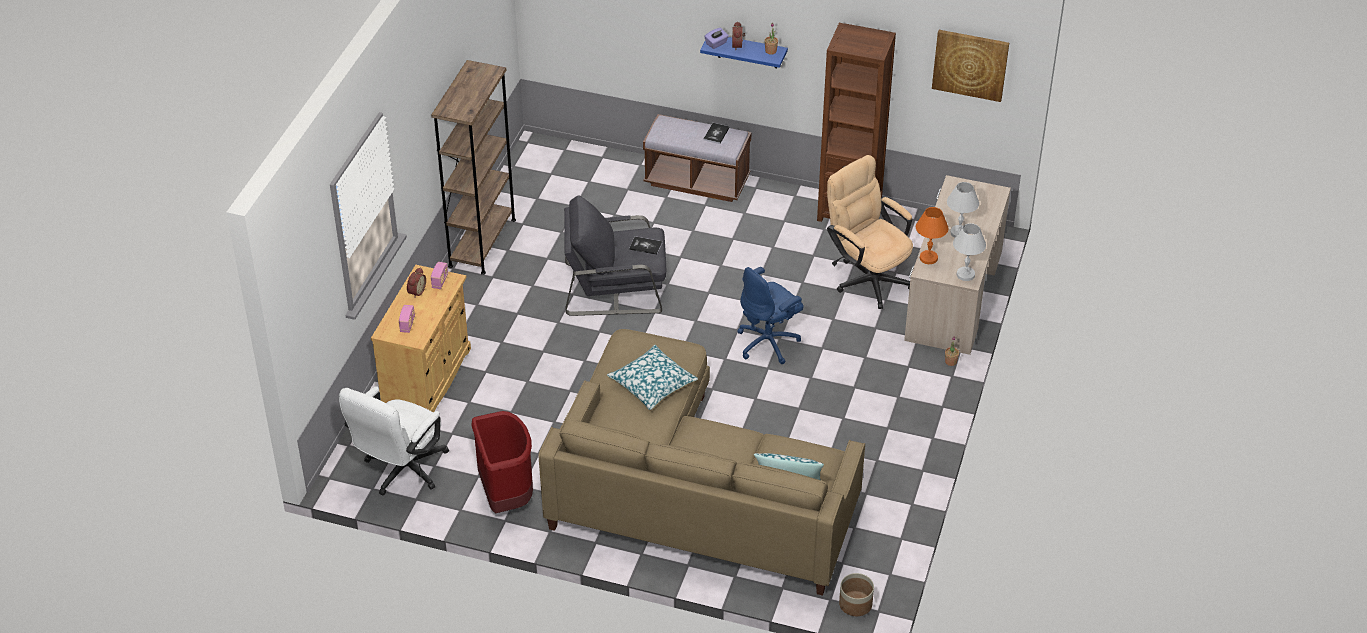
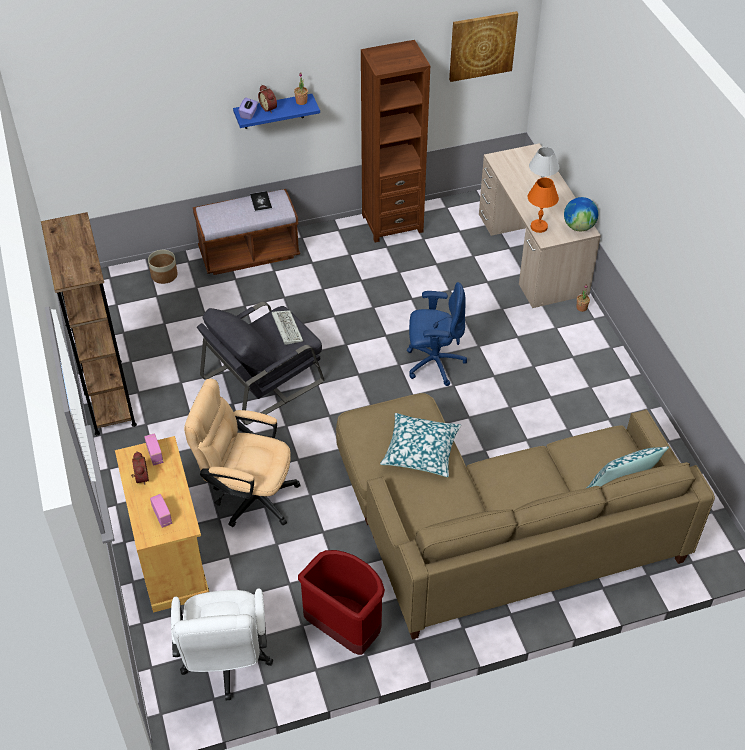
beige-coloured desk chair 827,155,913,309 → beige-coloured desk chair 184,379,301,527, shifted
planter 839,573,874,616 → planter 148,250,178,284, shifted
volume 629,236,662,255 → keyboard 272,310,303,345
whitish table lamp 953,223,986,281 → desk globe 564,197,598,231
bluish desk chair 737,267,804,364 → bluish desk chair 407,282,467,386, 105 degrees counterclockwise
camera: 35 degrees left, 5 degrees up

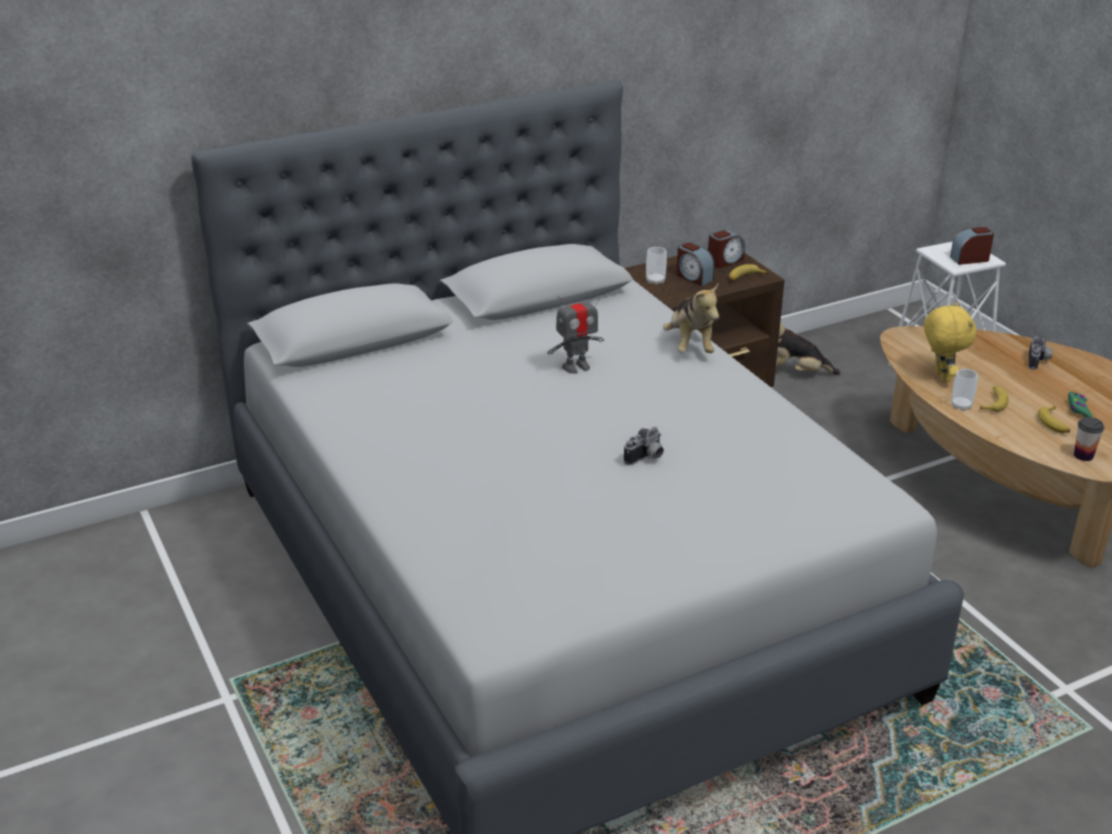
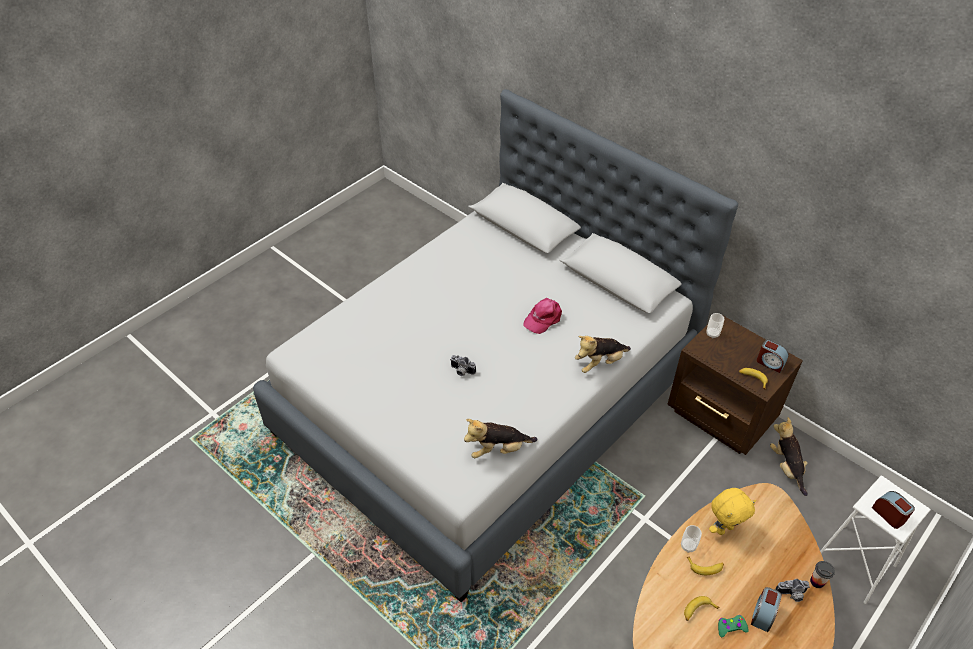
- → plush toy 464,419,537,458
table clock 676,242,715,286 → table clock 751,587,782,632, shifted
cup 1074,417,1104,461 → cup 810,561,835,588, shifted
model robot 547,289,604,374 → pinkish baseball cap 523,298,562,334
camera: 70 degrees right, 15 degrees up

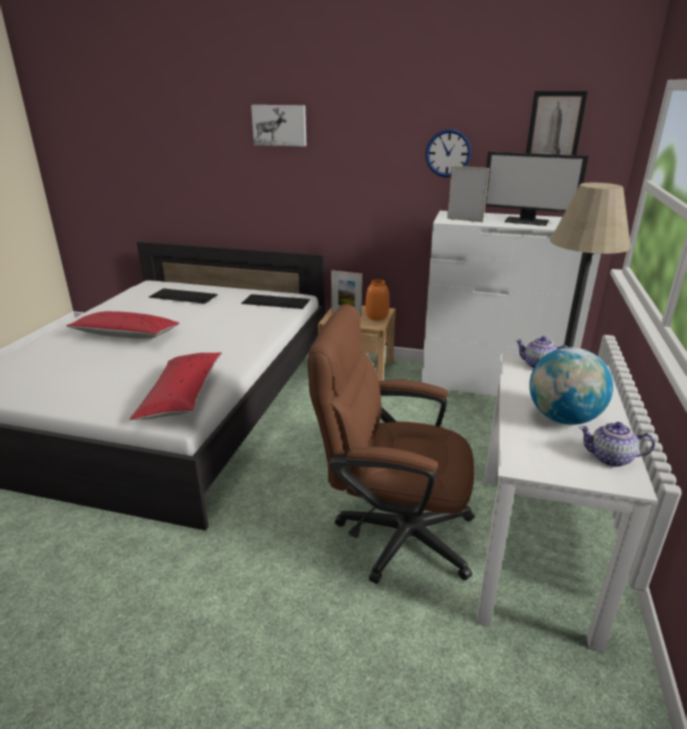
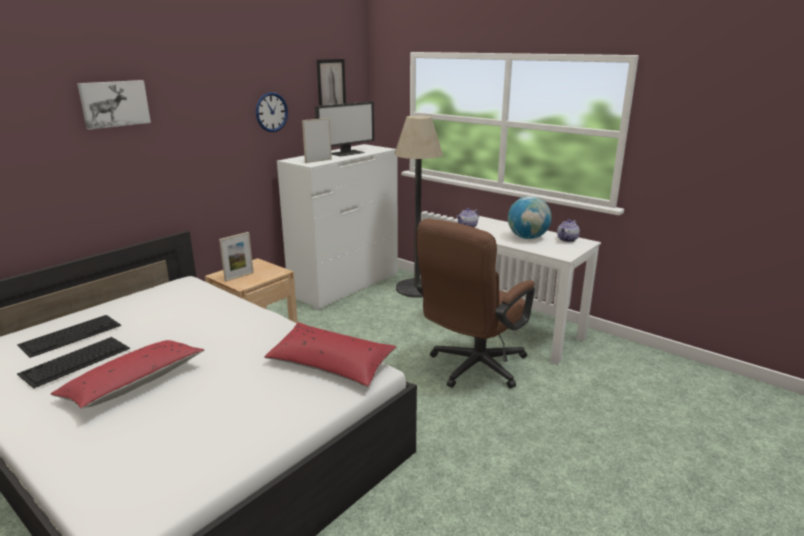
orange-coloured vase 365,280,389,320 → -
keyboard 241,294,310,309 → keyboard 17,337,130,389, shifted
camera: 65 degrees left, 5 degrees down

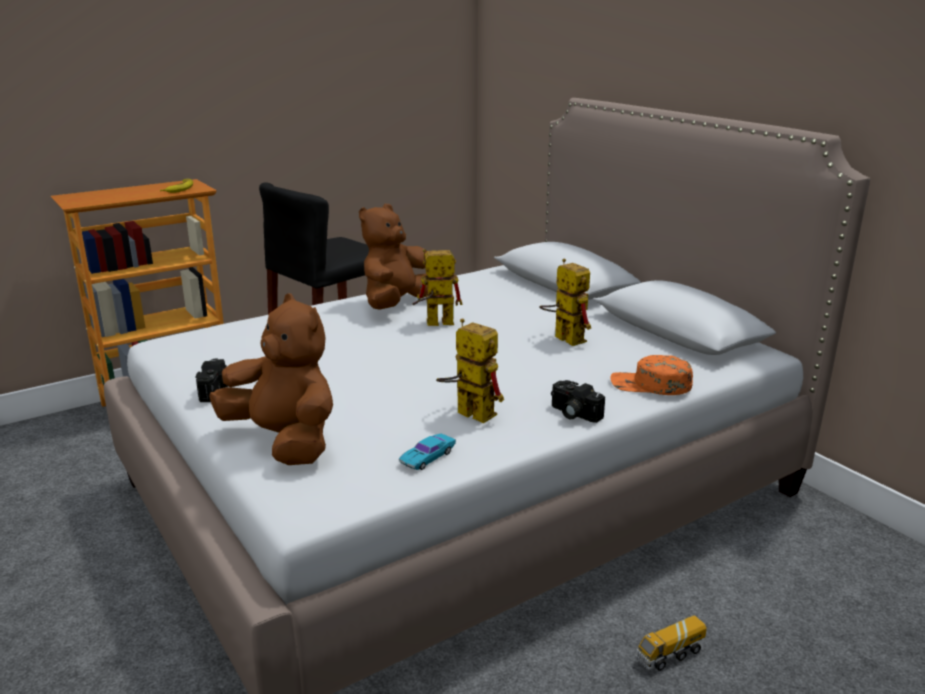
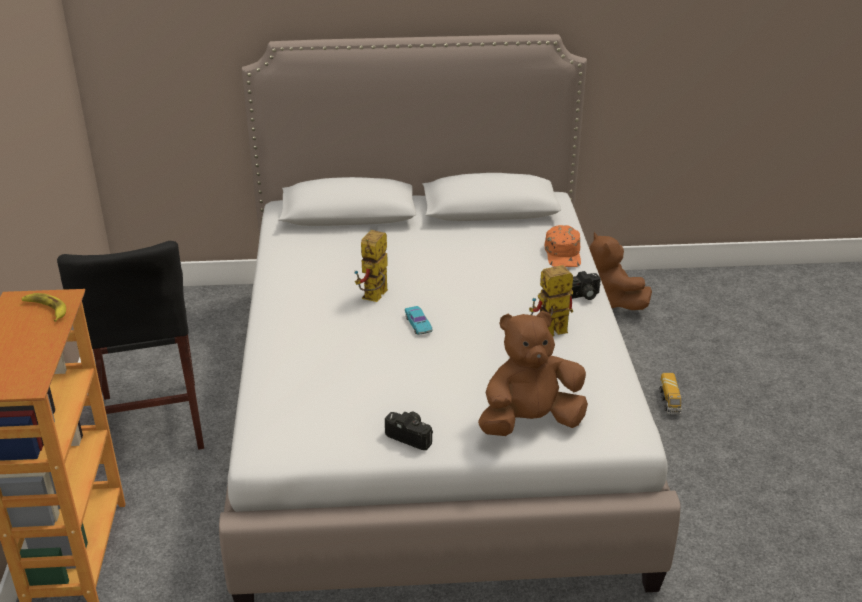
model robot 539,258,591,346 → -
brown-coloured plush toy 359,204,428,310 → brown-coloured plush toy 589,232,652,310, shifted
blue-green miniature car 399,434,456,470 → blue-green miniature car 405,306,433,335, shifted
orange-coloured baseball cap 610,355,693,395 → orange-coloured baseball cap 545,225,581,267, 45 degrees counterclockwise
camera: 60 degrees left, 10 degrees up

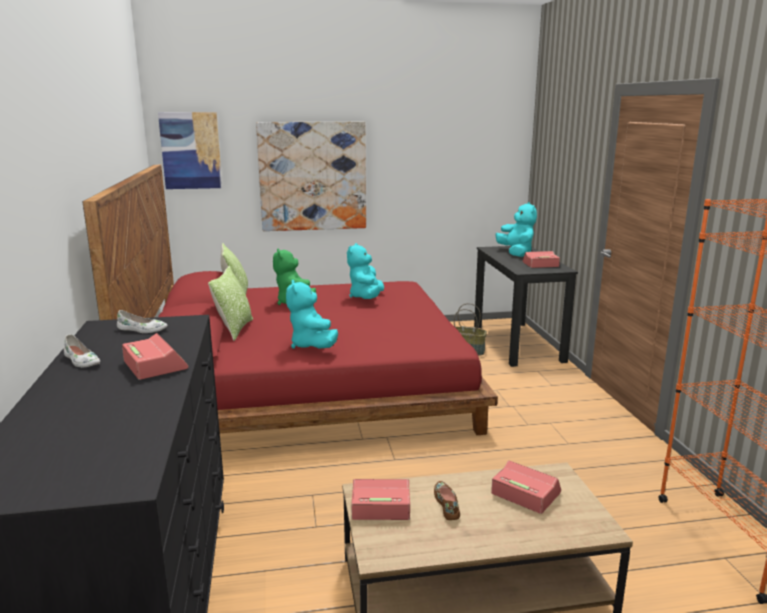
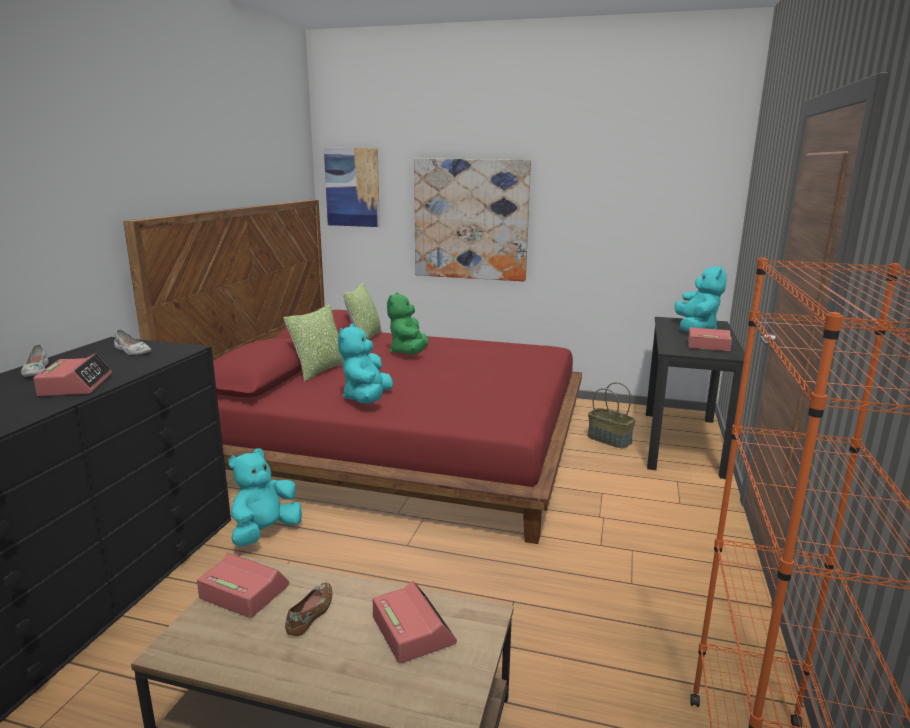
blue-green plush toy 347,243,384,299 → blue-green plush toy 229,448,302,547, shifted
camera: 25 degrees right, 0 degrees up

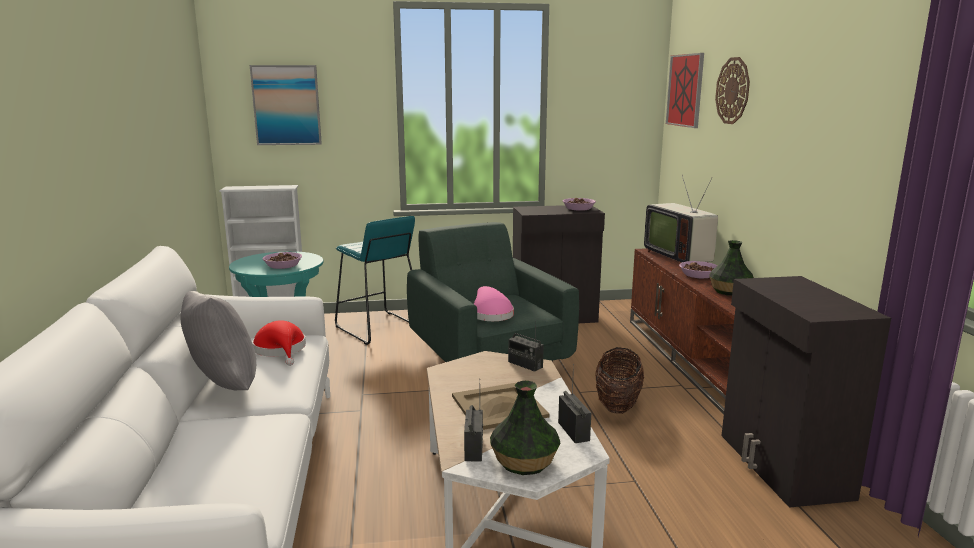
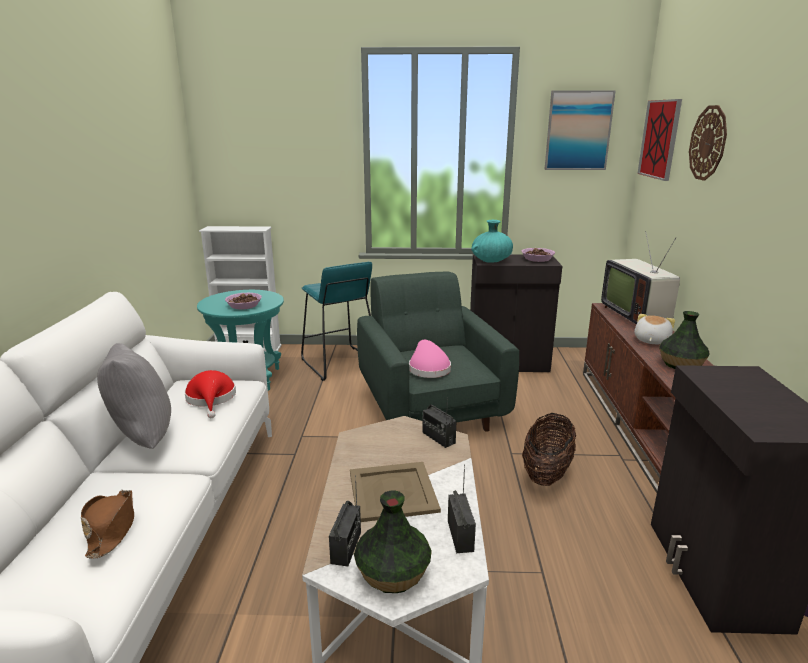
- → brown-coloured wearable hat 81,490,134,559
- → blue-green vase 471,220,513,263
wall picture 250,65,322,145 → wall picture 545,90,616,170, shifted
bowl 679,261,718,278 → plush toy 635,314,675,344
camera: 10 degrees right, 5 degrees up

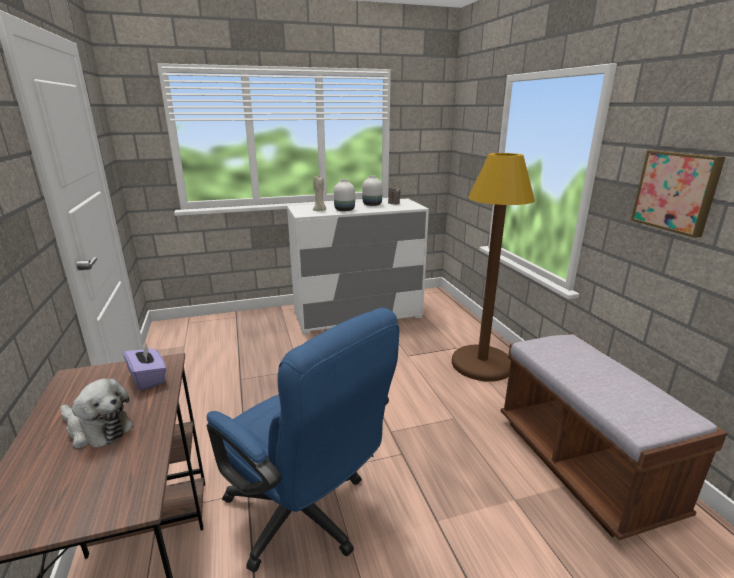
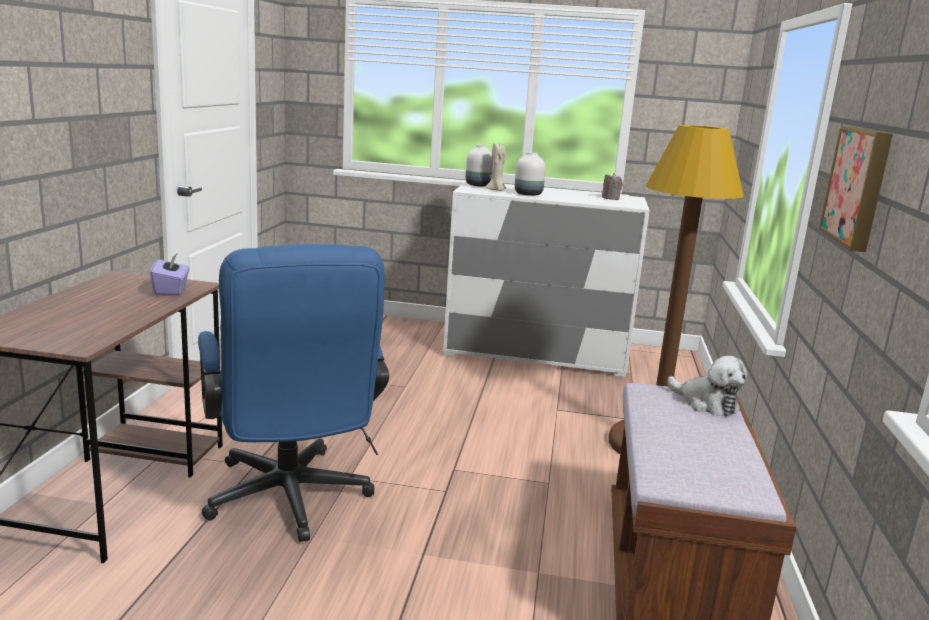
plush toy 60,378,134,449 → plush toy 667,356,747,416, shifted
whitish vase 362,176,383,206 → whitish vase 465,145,493,187, shifted
camera: 25 degrees right, 5 degrees down

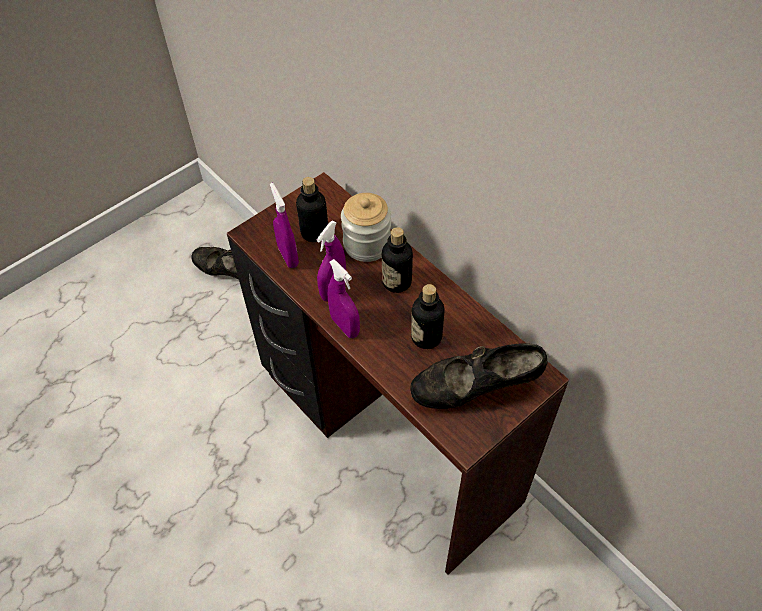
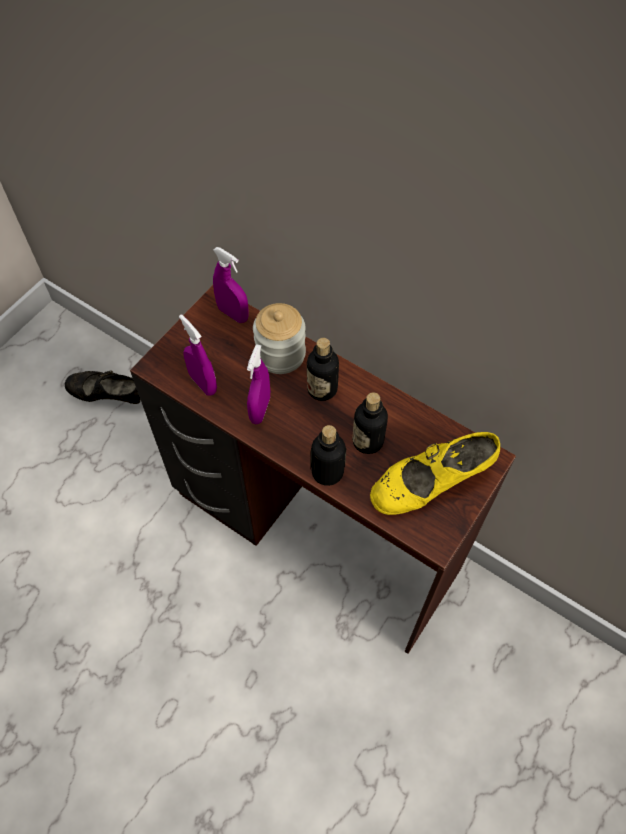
drink bottle 296,177,328,242 → drink bottle 311,425,346,486, shifted
purple-coloured spray bottle 328,259,360,338 → purple-coloured spray bottle 213,247,249,323, shifted
black low shoe 410,343,547,409 → yellow low shoe 370,432,500,515
camera: 15 degrees left, 5 degrees up

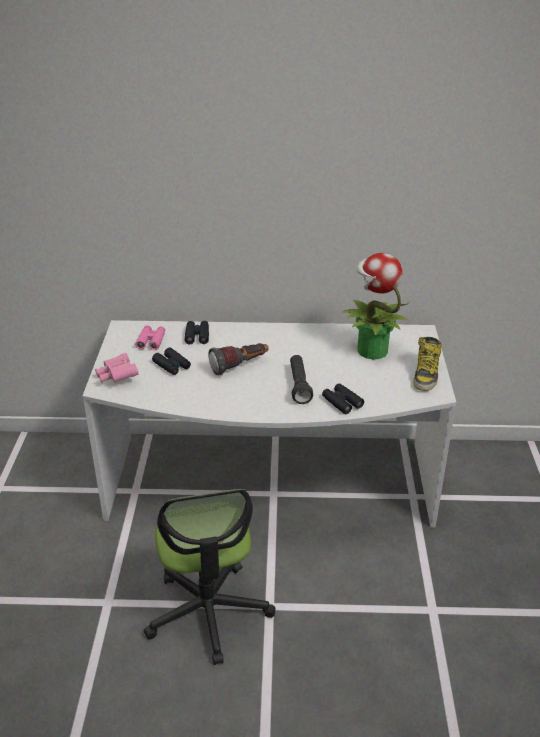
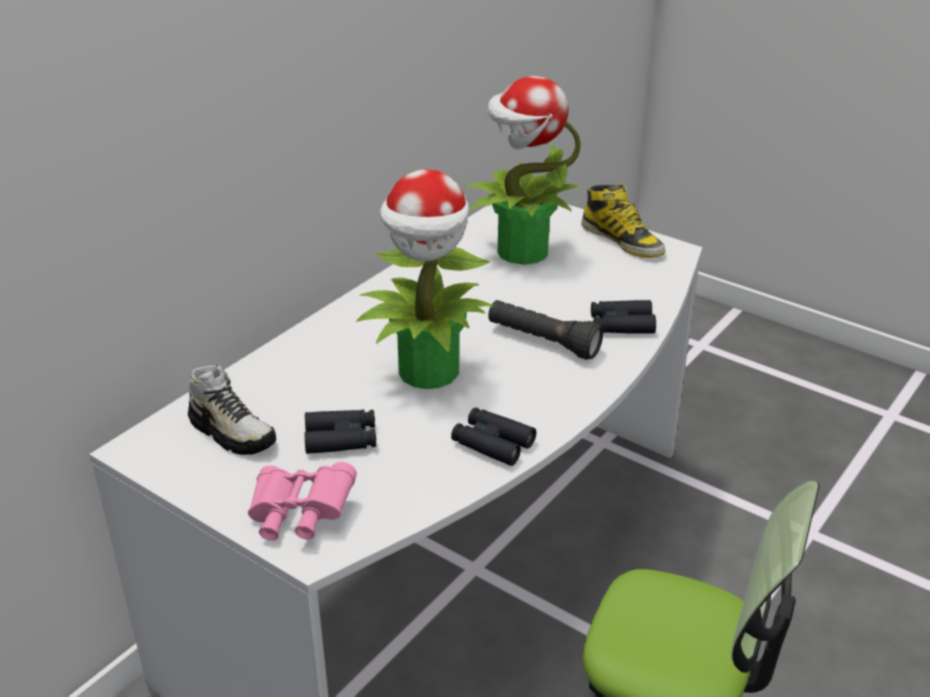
black field glasses 185,321,209,344 → black field glasses 451,407,536,466, shifted
pinkish field glasses 135,326,165,350 → low shoe 188,365,276,455
hand torch 208,343,268,375 → plant in a pot 356,169,493,389
camera: 55 degrees left, 0 degrees up

